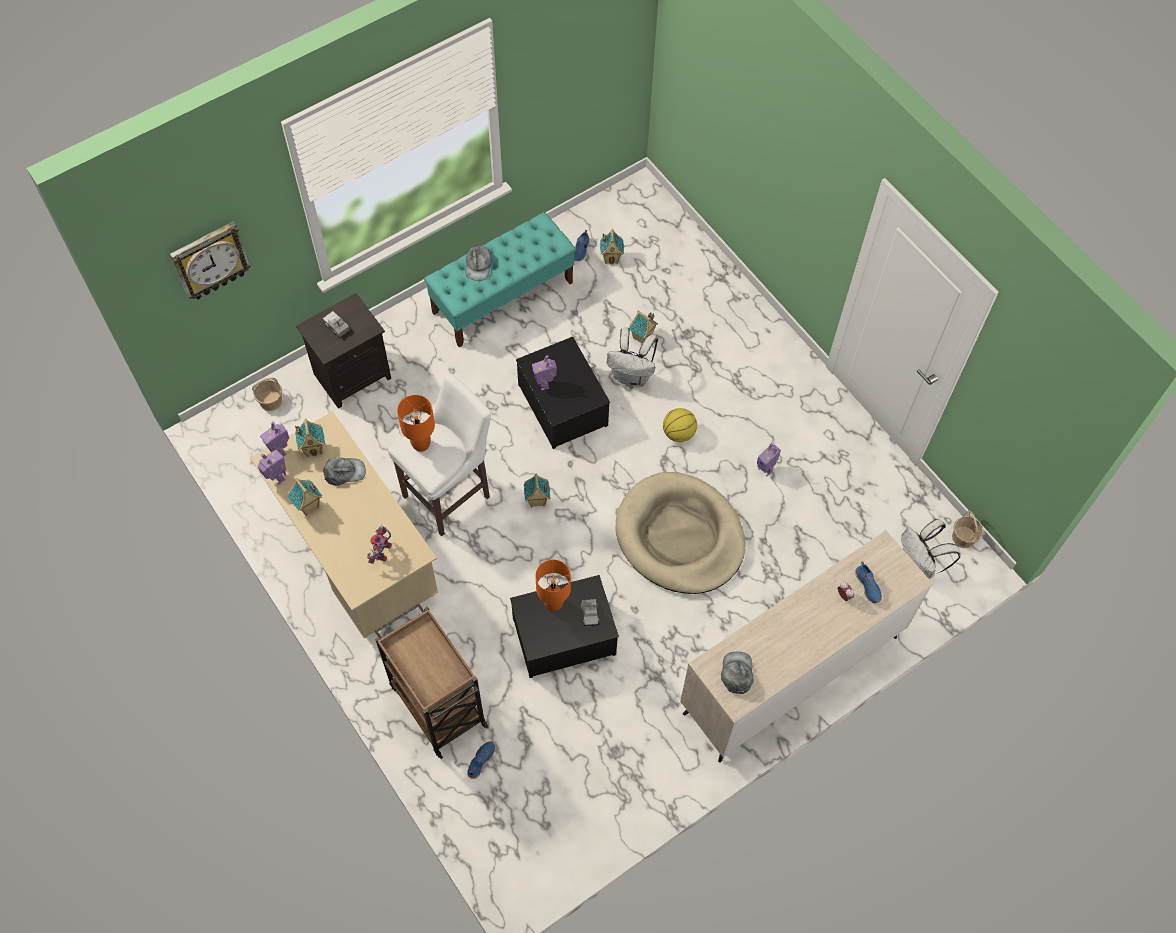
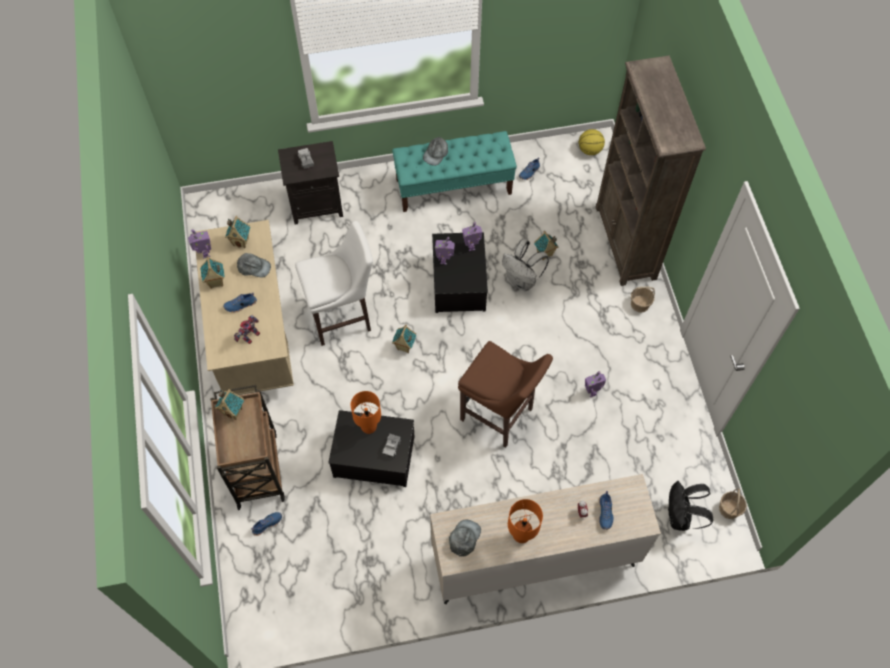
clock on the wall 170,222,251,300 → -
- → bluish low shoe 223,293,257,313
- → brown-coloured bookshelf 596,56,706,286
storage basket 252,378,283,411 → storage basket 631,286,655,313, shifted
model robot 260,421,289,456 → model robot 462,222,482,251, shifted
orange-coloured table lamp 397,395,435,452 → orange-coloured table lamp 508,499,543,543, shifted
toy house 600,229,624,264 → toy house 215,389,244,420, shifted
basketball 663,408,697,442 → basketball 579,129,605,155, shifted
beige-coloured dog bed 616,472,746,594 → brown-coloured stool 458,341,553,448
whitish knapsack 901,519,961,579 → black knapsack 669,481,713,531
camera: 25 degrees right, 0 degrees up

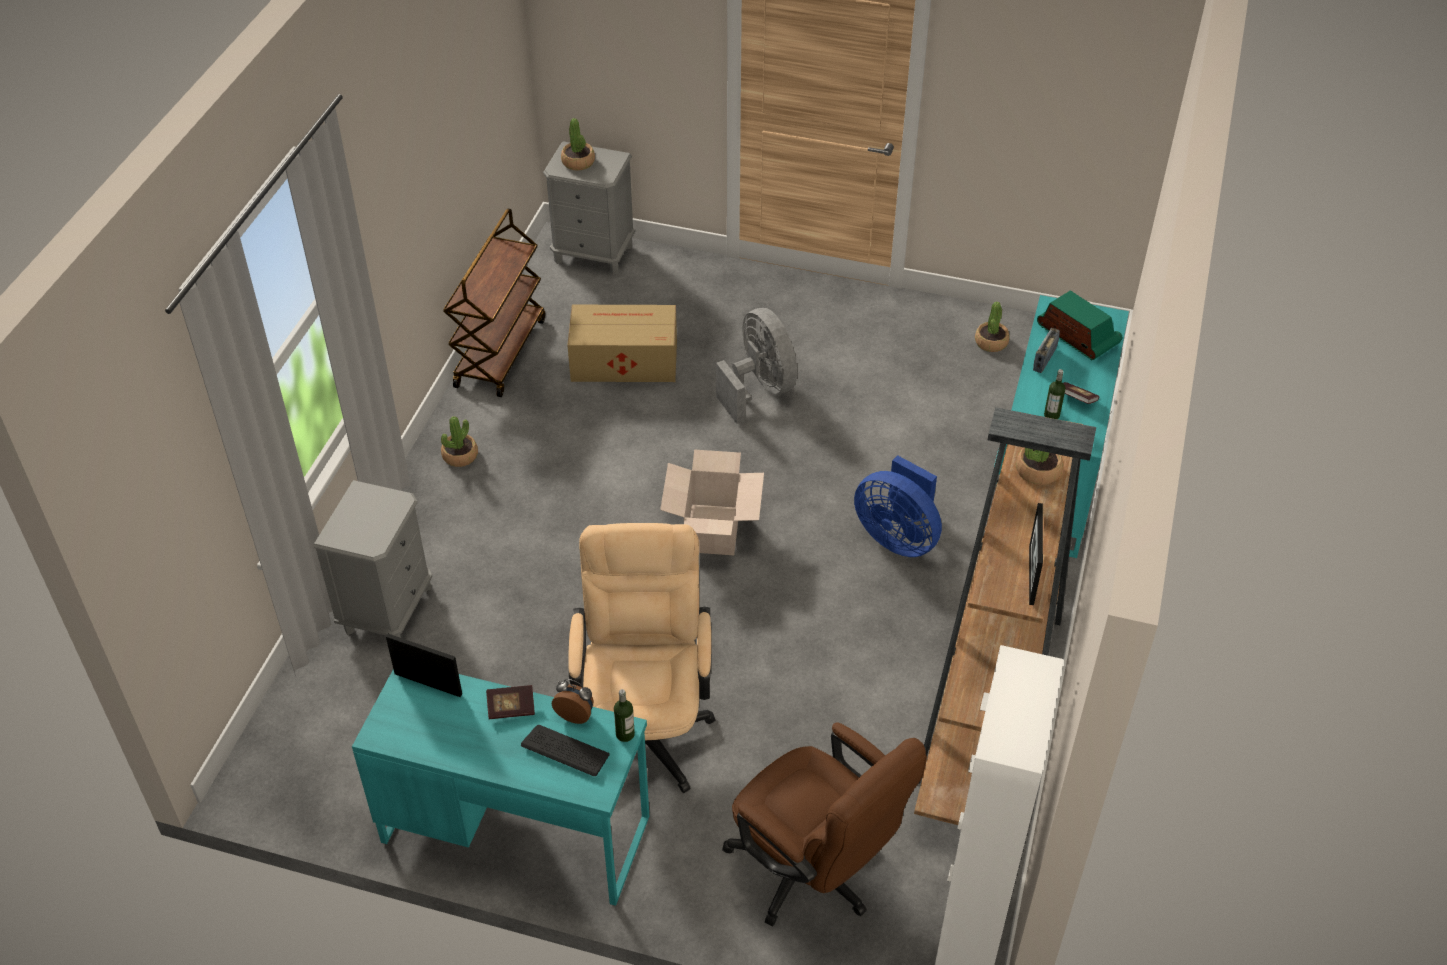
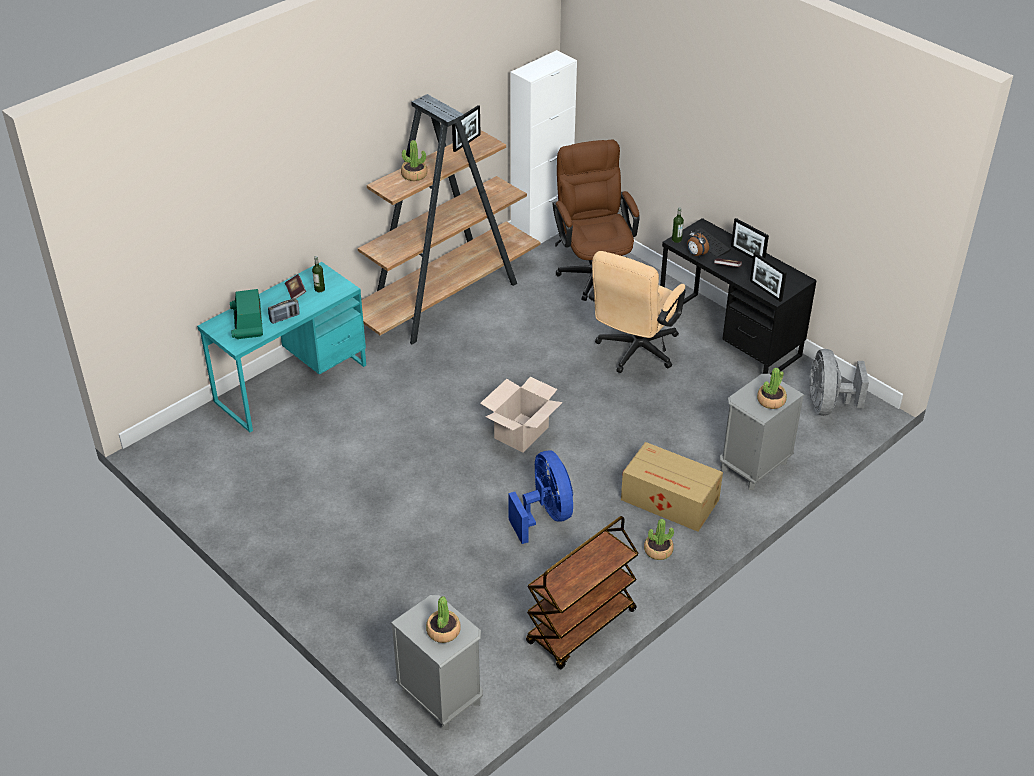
- → picture frame 731,218,769,259
cardboard box 567,305,677,382 → cardboard box 621,442,723,532, shifted
greyish electric fan 716,308,797,424 → greyish electric fan 809,349,869,416, shifted
bluish electric fan 854,455,942,557 → bluish electric fan 508,451,573,544, shifted
plant in a pot 975,302,1010,352 → plant in a pot 757,368,787,409, shifted
blue-green desk 352,669,649,906 → black desk 660,218,817,374
camera: 150 degrees left, 5 degrees down

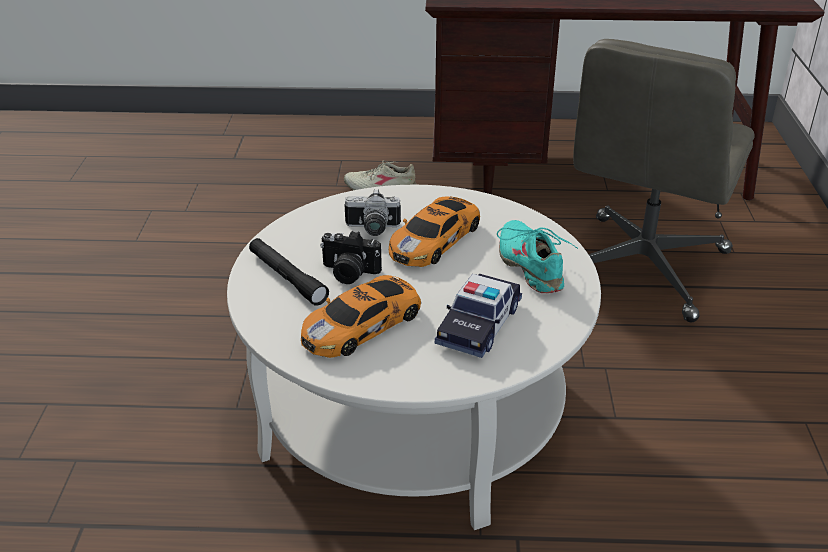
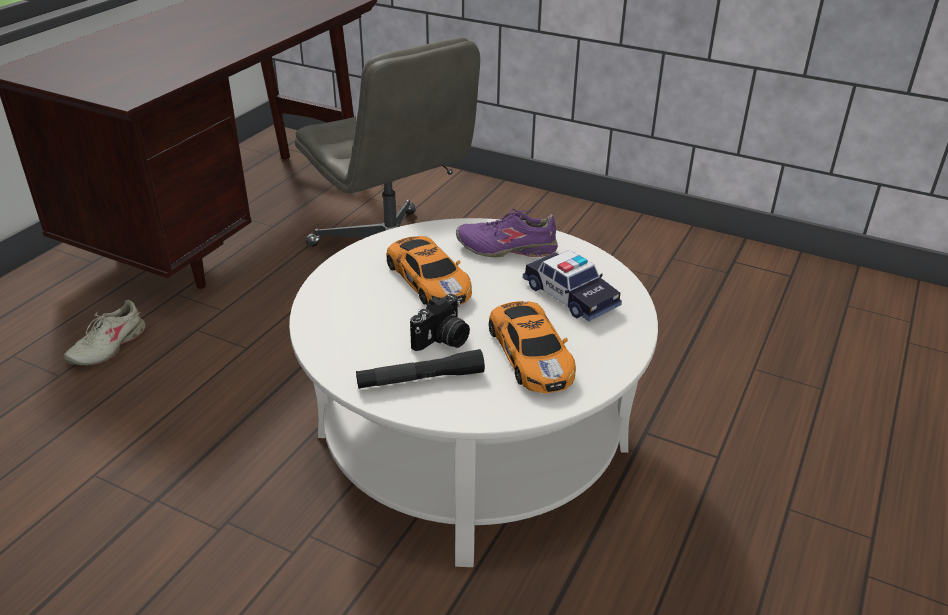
photo camera 345,189,401,236 → -
blue-green low shoe 497,220,578,293 → purple-coloured low shoe 456,208,558,258
camera: 65 degrees left, 0 degrees up

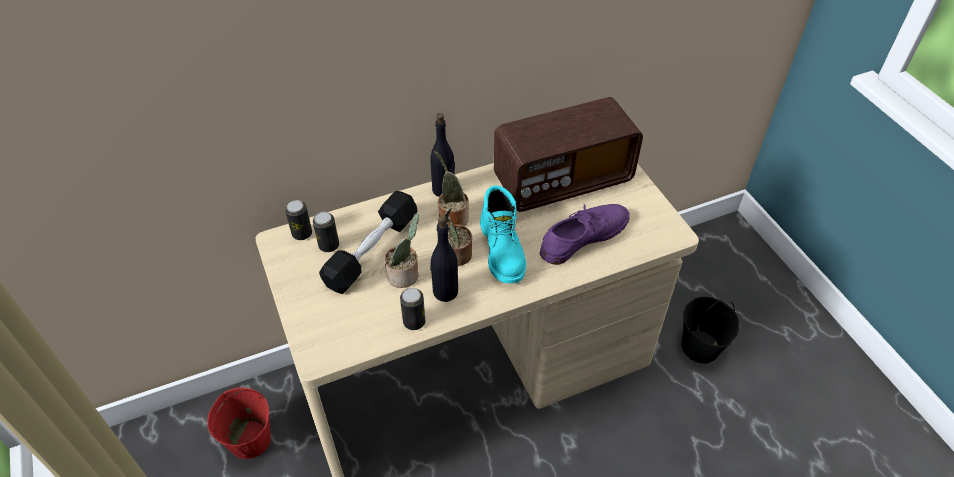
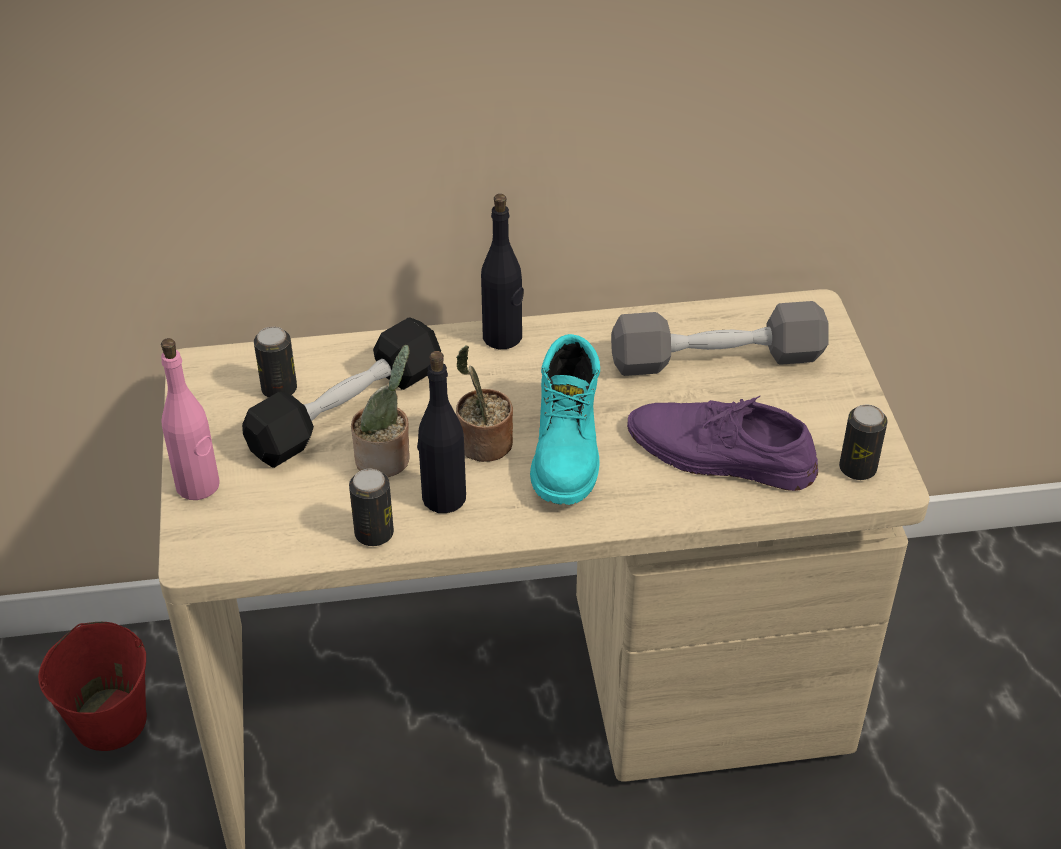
plant in a pot 434,151,469,226 → -
black water bucket 682,297,739,364 → -
- → pinkish drink bottle 161,338,220,500
metal can 285,200,312,240 → metal can 839,405,887,480, shifted
radio set 494,97,643,212 → greyish free weight 611,301,829,376
purple-coloured low shoe 540,204,630,265 → purple-coloured low shoe 627,396,818,491, 135 degrees counterclockwise
camera: 15 degrees right, 5 degrees down

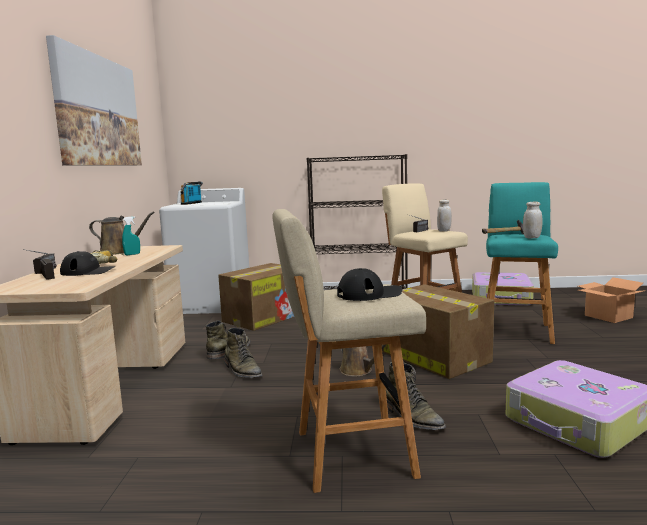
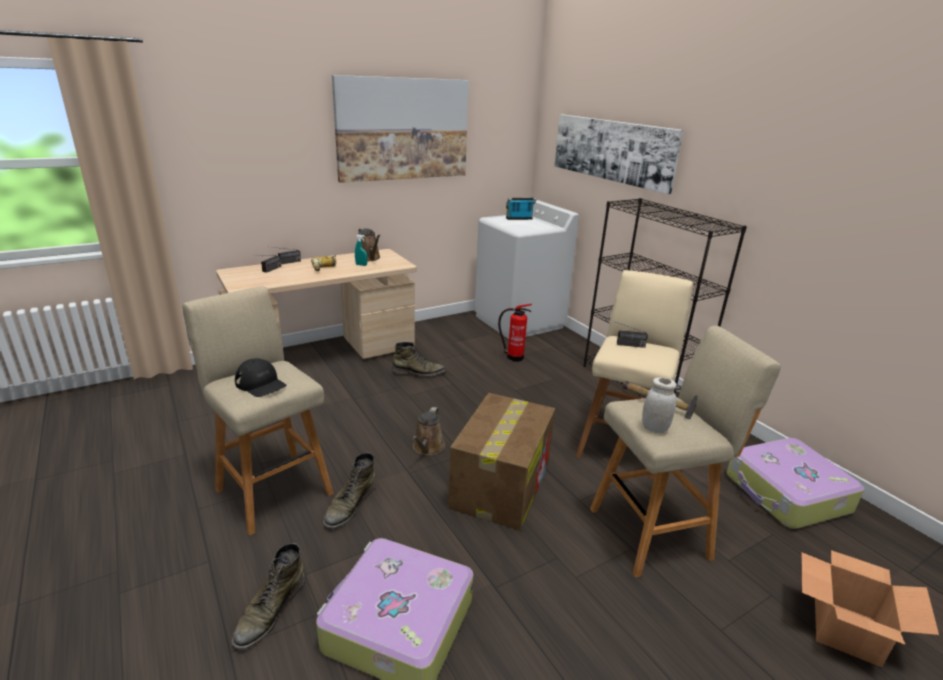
black baseball cap 60,251,116,276 → -
whitish storage jar 437,199,452,232 → -
- → wall picture 554,114,684,194
green boot 224,328,262,378 → green boot 231,543,305,650, shifted
cardboard box 218,263,294,331 → fire extinguisher 498,304,532,362
blue-green stool 486,182,558,344 → beige-coloured stool 590,326,781,577
camera: 55 degrees right, 15 degrees up

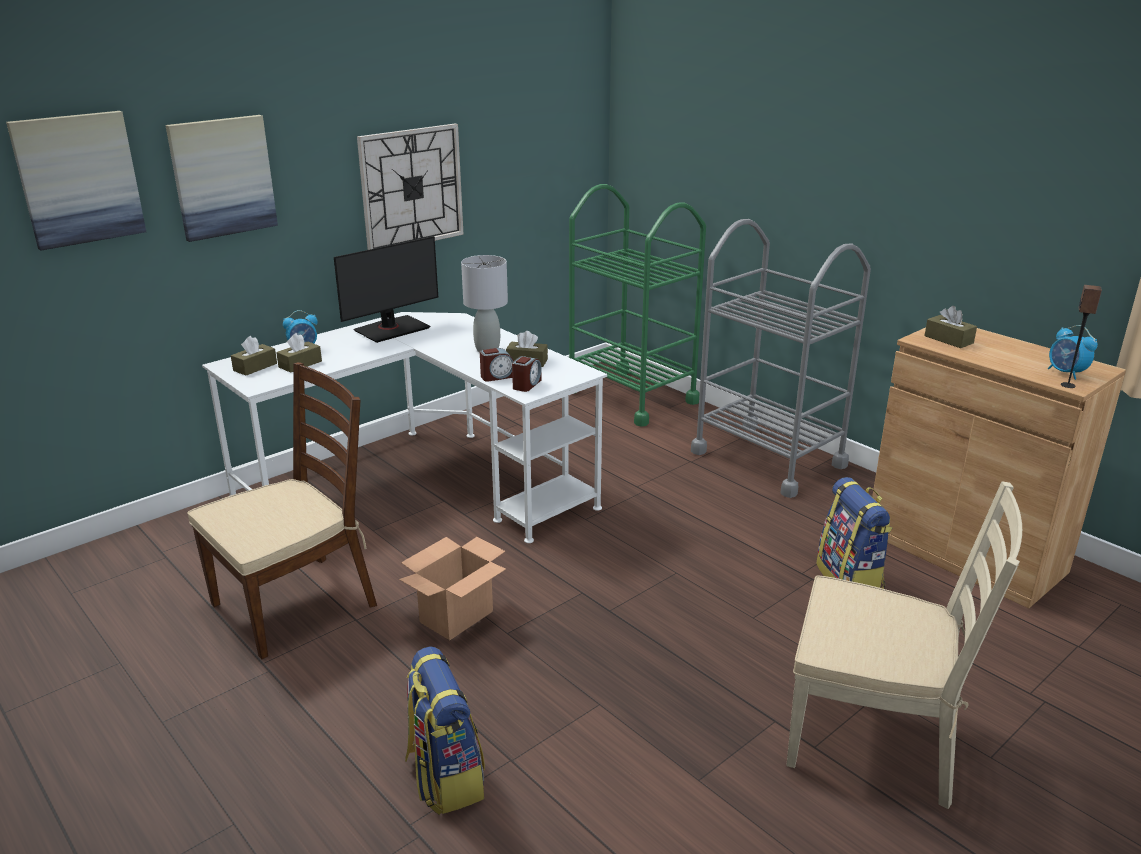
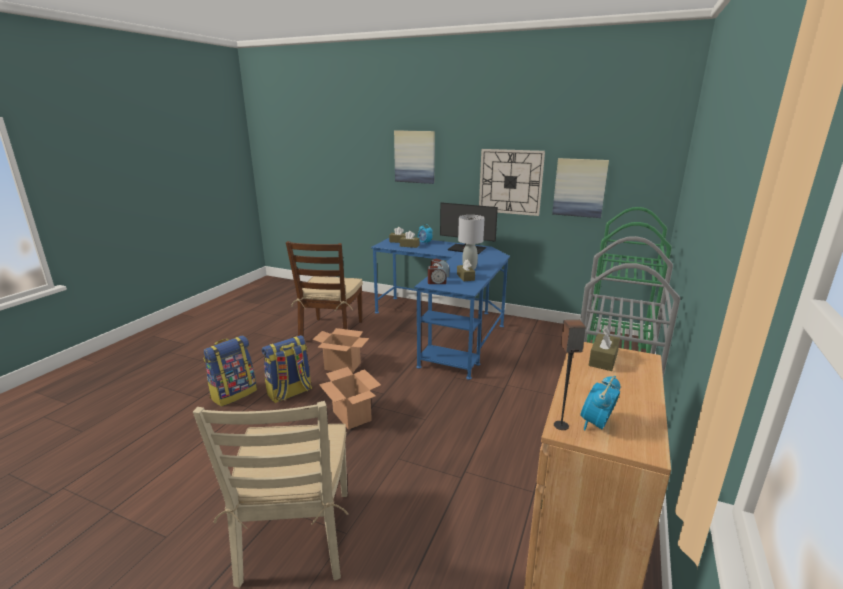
- → cardboard box 319,367,381,430
wall picture 6,111,146,251 → wall picture 552,158,609,218, shifted
knapsack 816,477,892,589 → knapsack 262,335,312,403, shifted
whitish desk 202,312,607,543 → bluish desk 371,238,510,380
brown-coloured upright chair 187,362,377,659 → brown-coloured upright chair 286,241,363,336, 75 degrees clockwise
camera: 65 degrees right, 5 degrees down

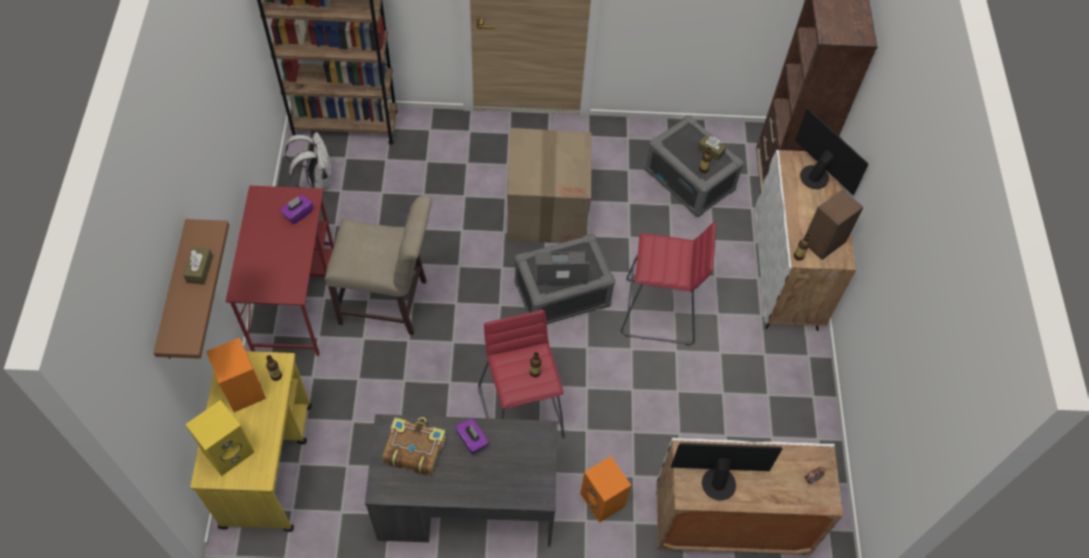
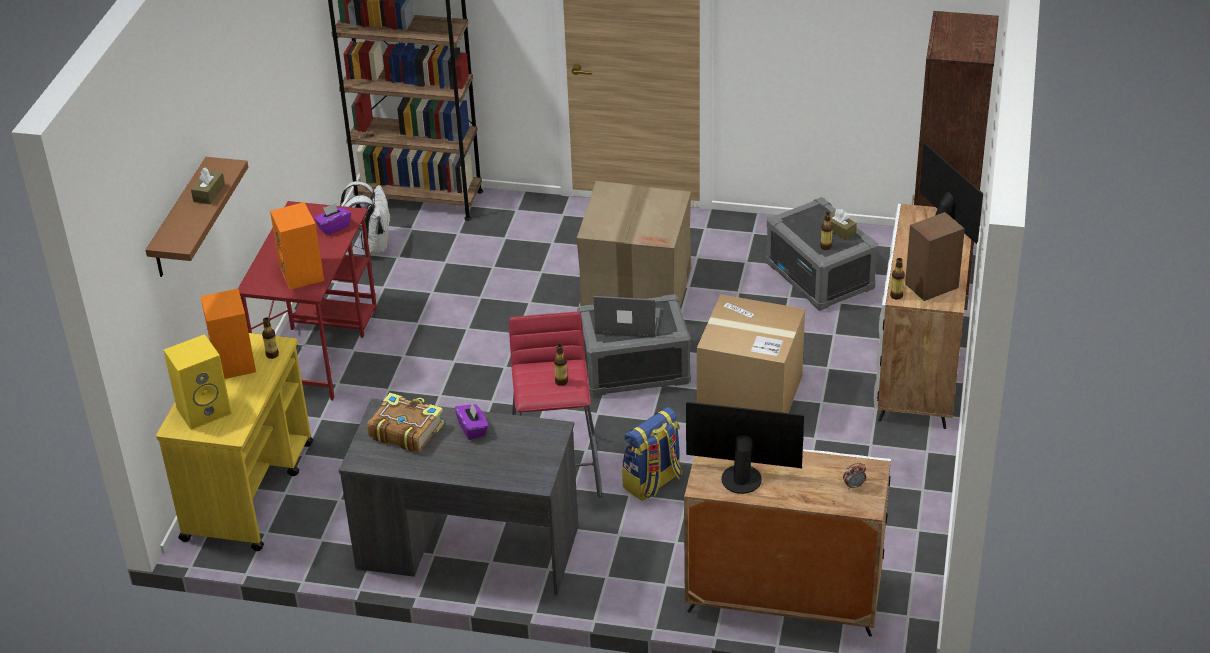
beige-coloured upright chair 325,196,432,335 → -
- → knapsack 622,407,682,501
orange-coloured audio speaker 580,456,631,523 → orange-coloured audio speaker 270,202,324,290, shifted
red-coloured stool 621,222,716,346 → cardboard box 697,294,805,413
camera: 15 degrees right, 20 degrees down

